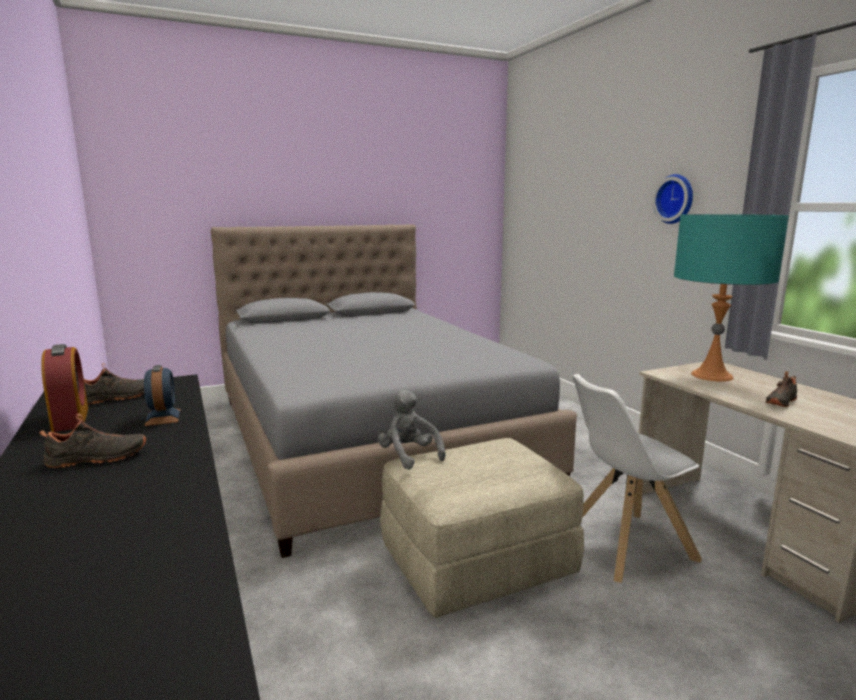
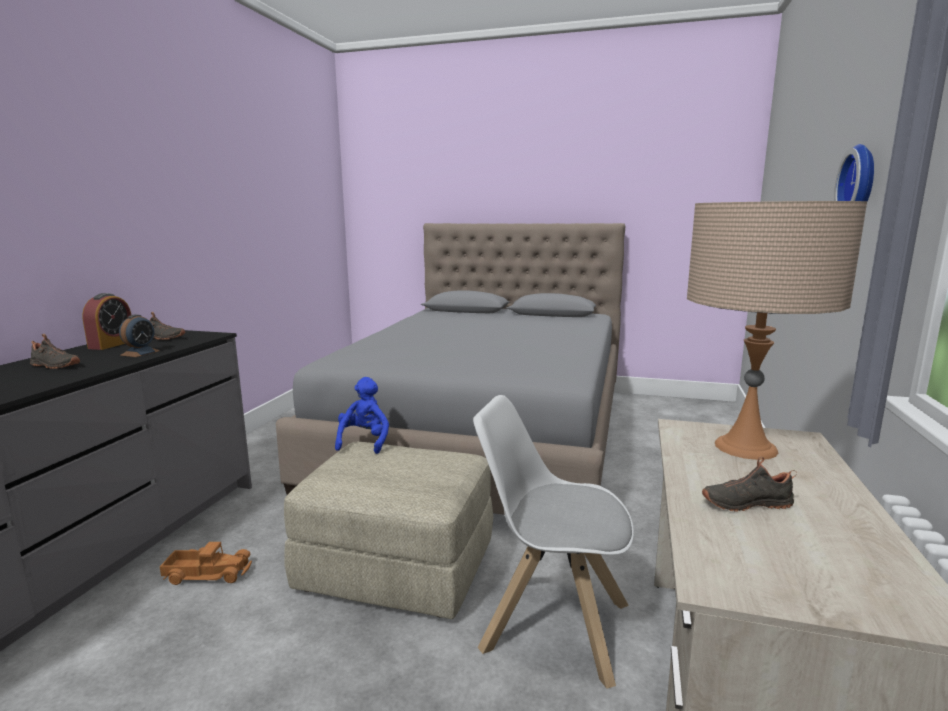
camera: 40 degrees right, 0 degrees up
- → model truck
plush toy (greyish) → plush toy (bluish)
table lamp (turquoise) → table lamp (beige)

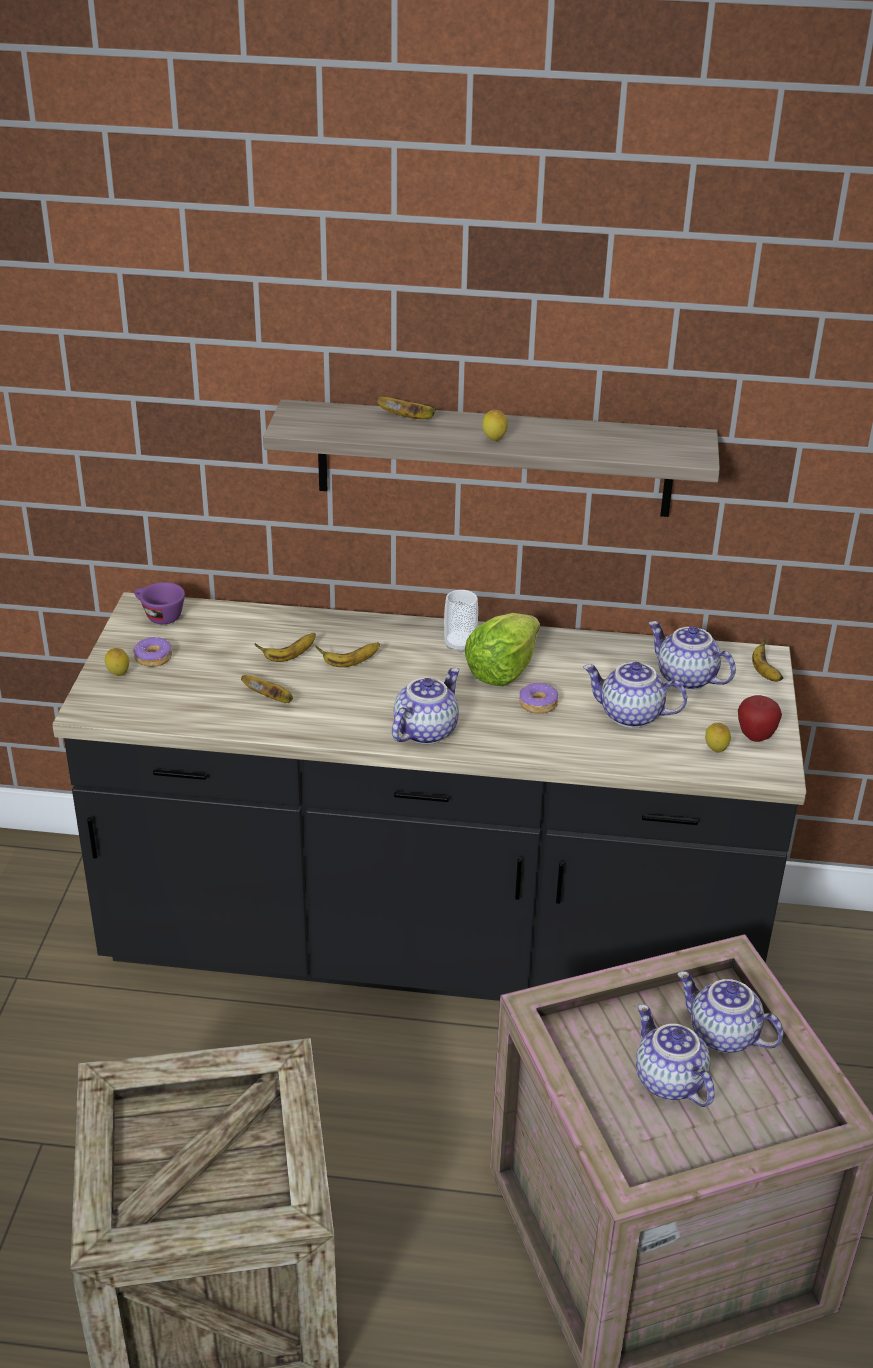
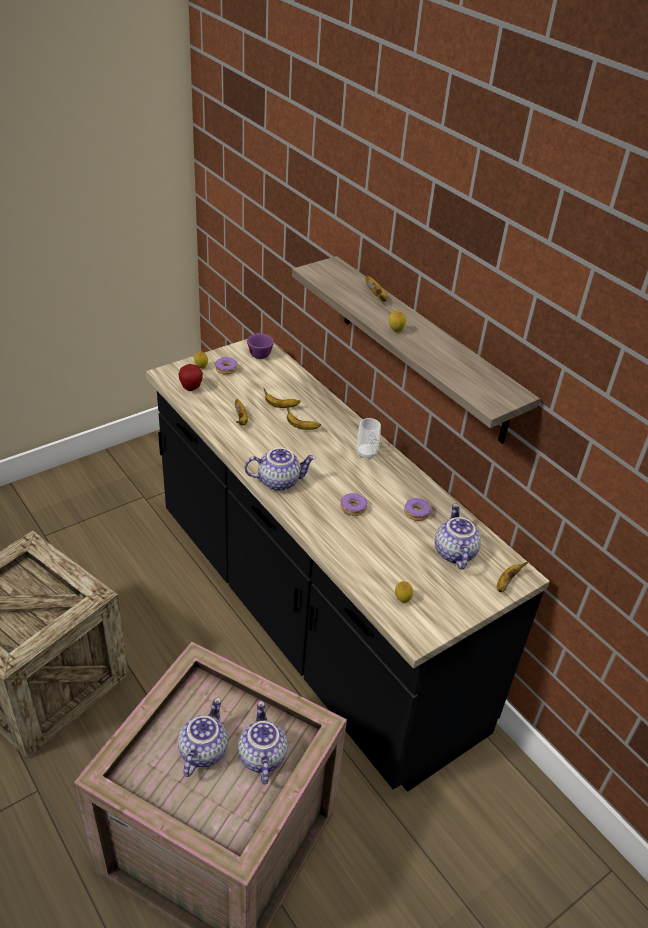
camera: 45 degrees right, 5 degrees up
apple, relocated
- → doughnut (no. 3 from left)
head of lettuce → -
teapot (no. 2 from left) → -

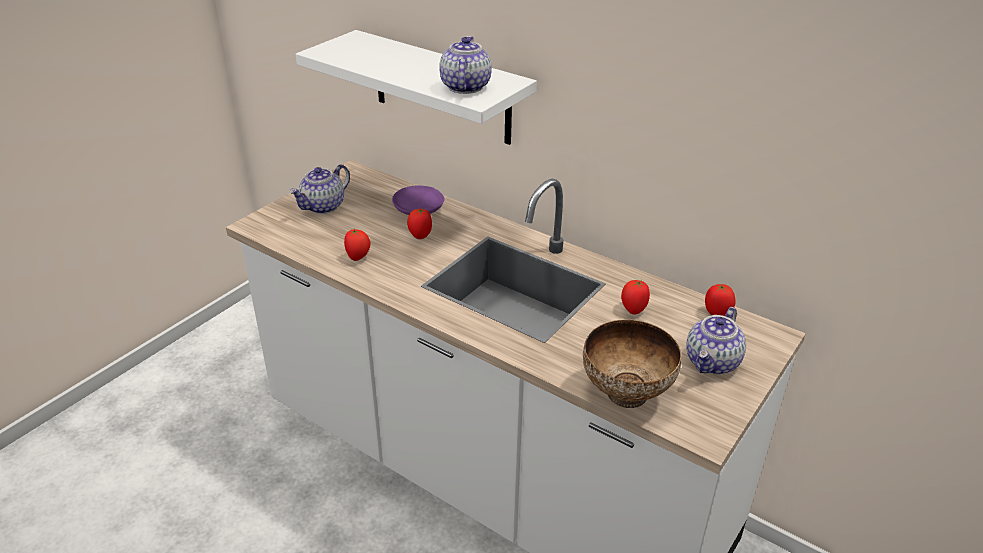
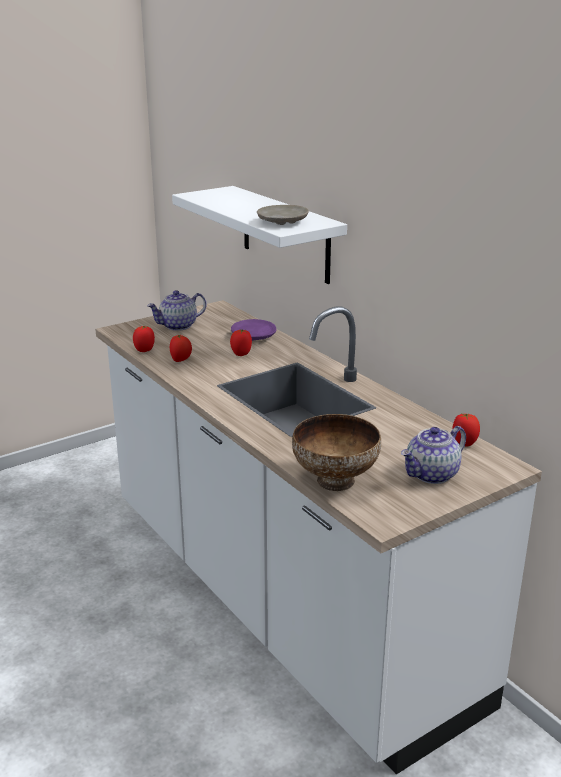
camera: 20 degrees right, 10 degrees down
whole tomato (no. 3 from left in the first image) → whole tomato (no. 1 from left), relocated
teapot (no. 2 from left) → flat dish (beige)

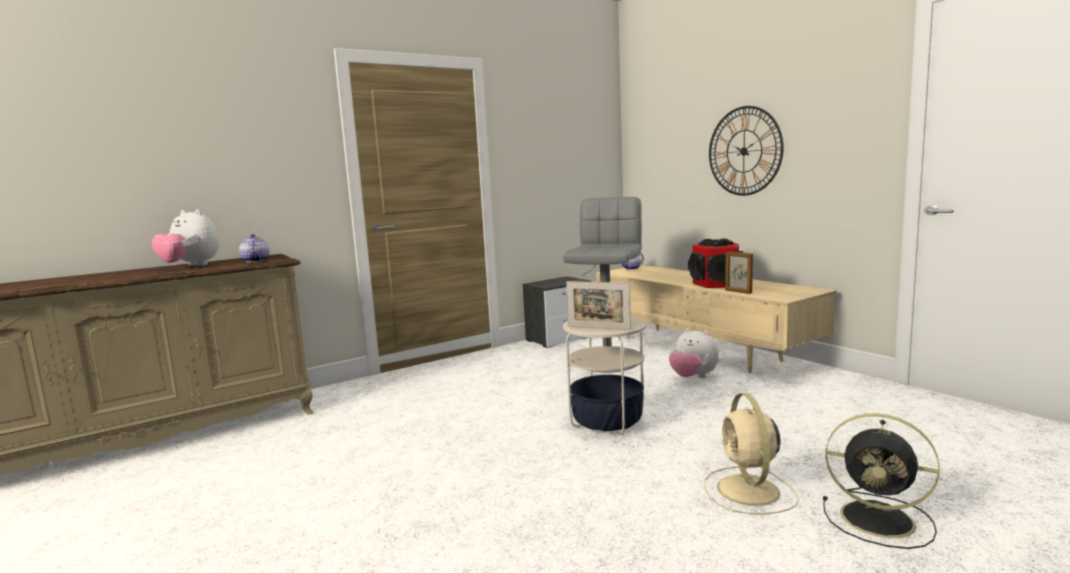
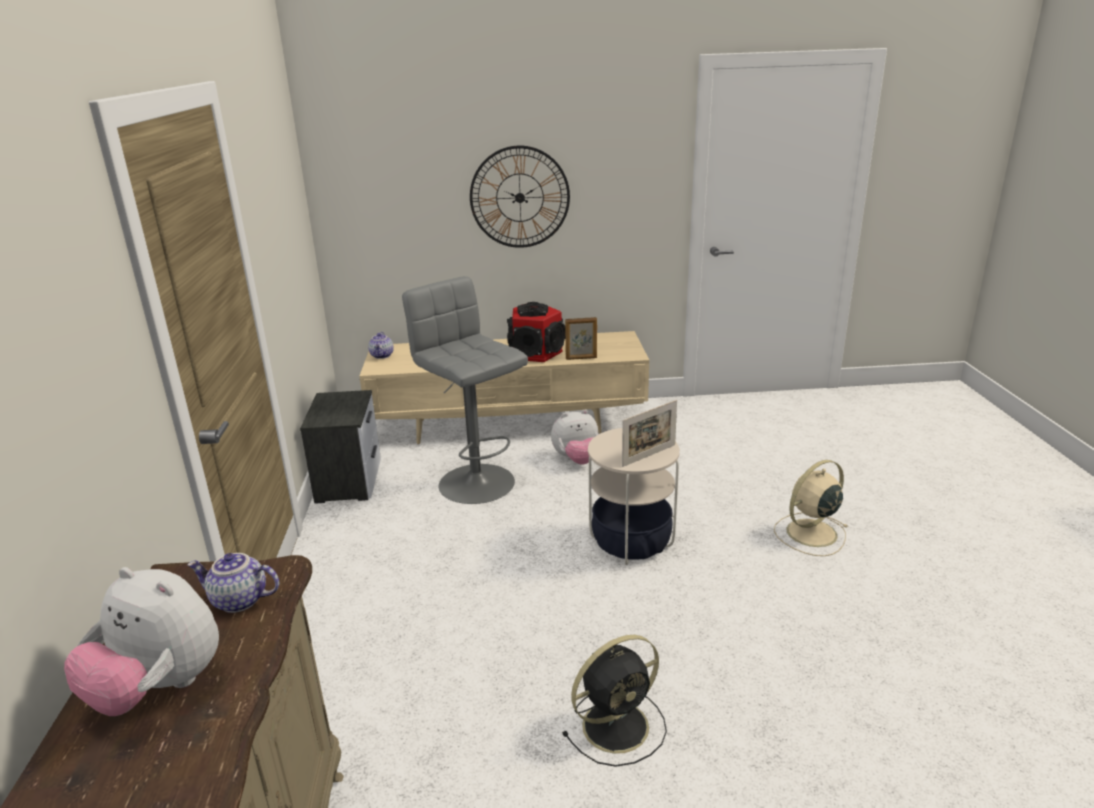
camera: 60 degrees left, 15 degrees up
plush toy (no. 1 from left), 60 degrees clockwise
electric fan (black-coloured), relocated
electric fan (beige), 120 degrees clockwise

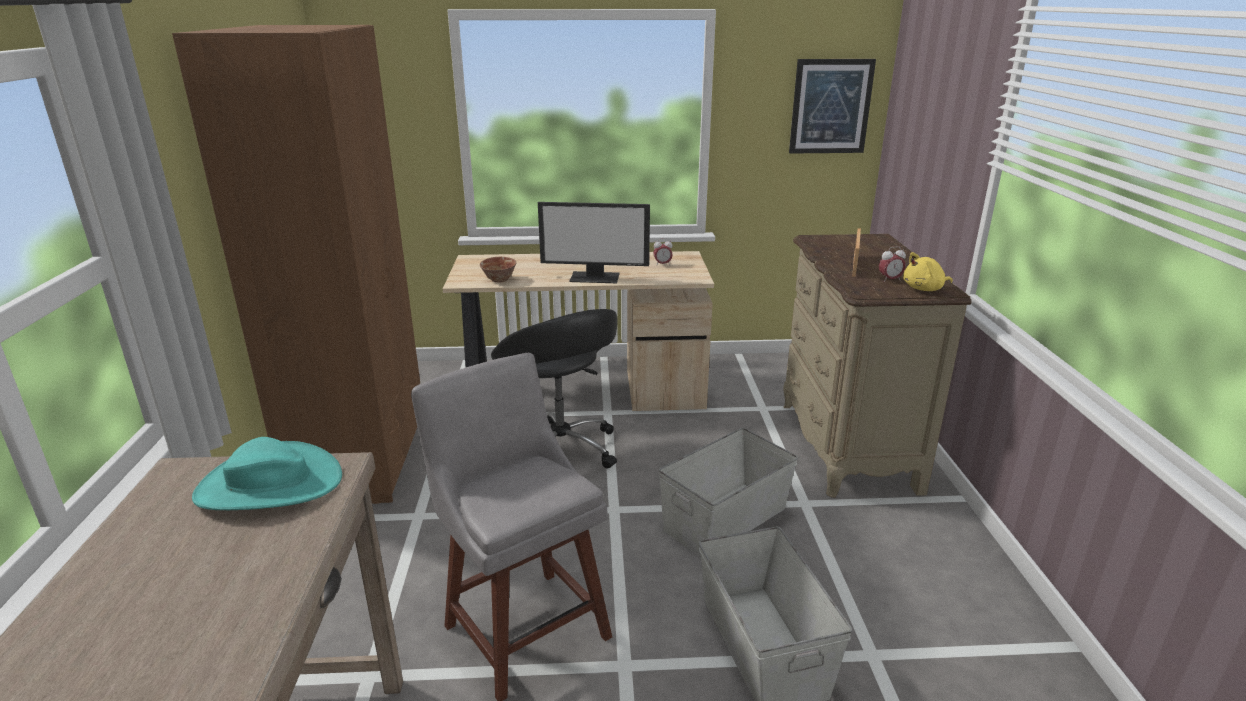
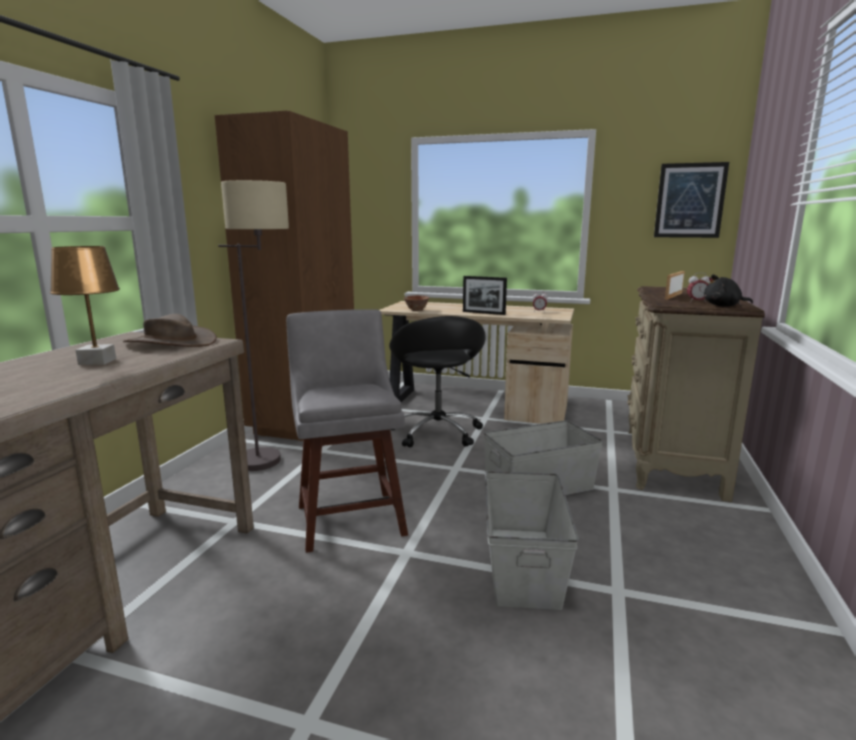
camera: 20 degrees right, 10 degrees down
- → table lamp (brownish)
wearable hat (turquoise) → wearable hat (brownish)
- → standard lamp (beige)
computer screen → picture frame (no. 1 from left)
plush toy (yellow-coloured) → plush toy (black-coloured)

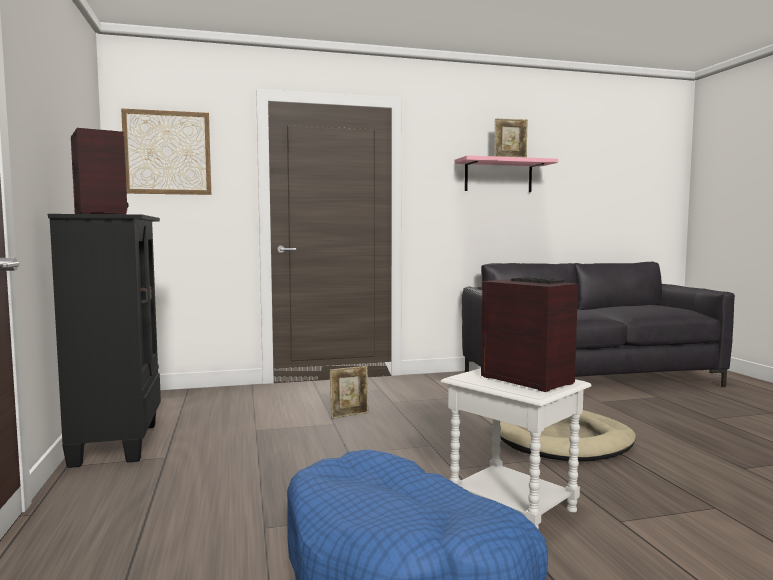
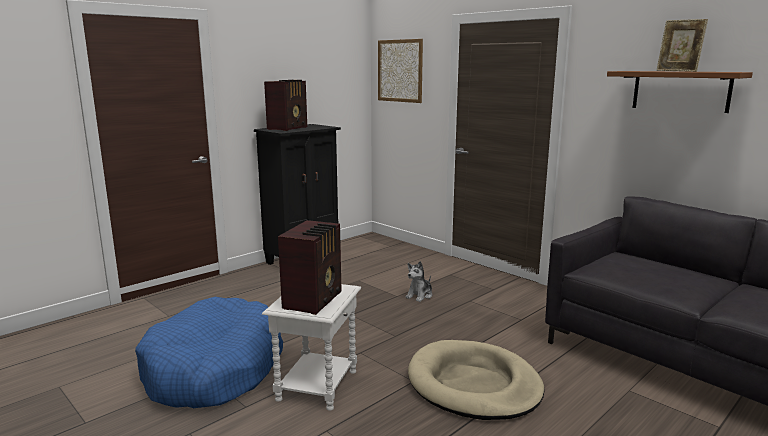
camera: 60 degrees right, 10 degrees up
picture frame (no. 1 from left) → plush toy
wall shelf (pink) → wall shelf (brownish)

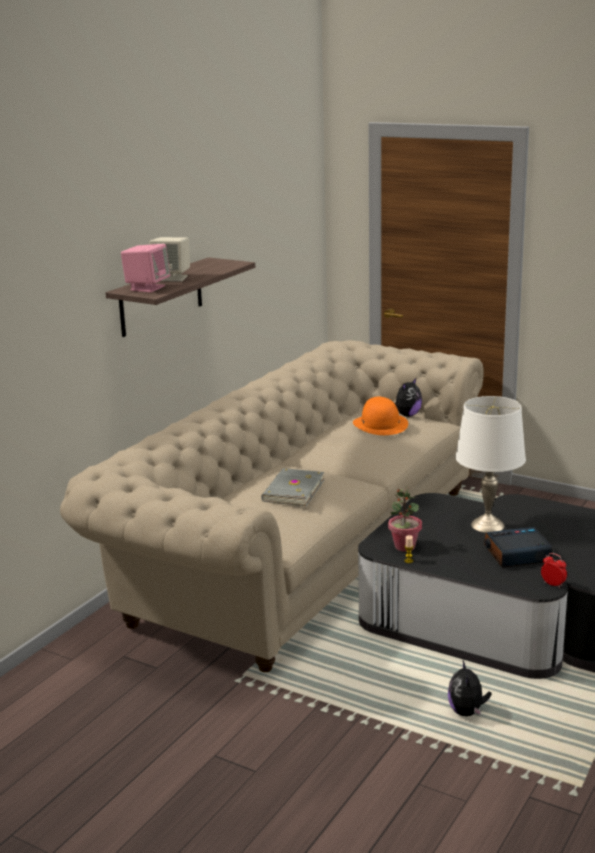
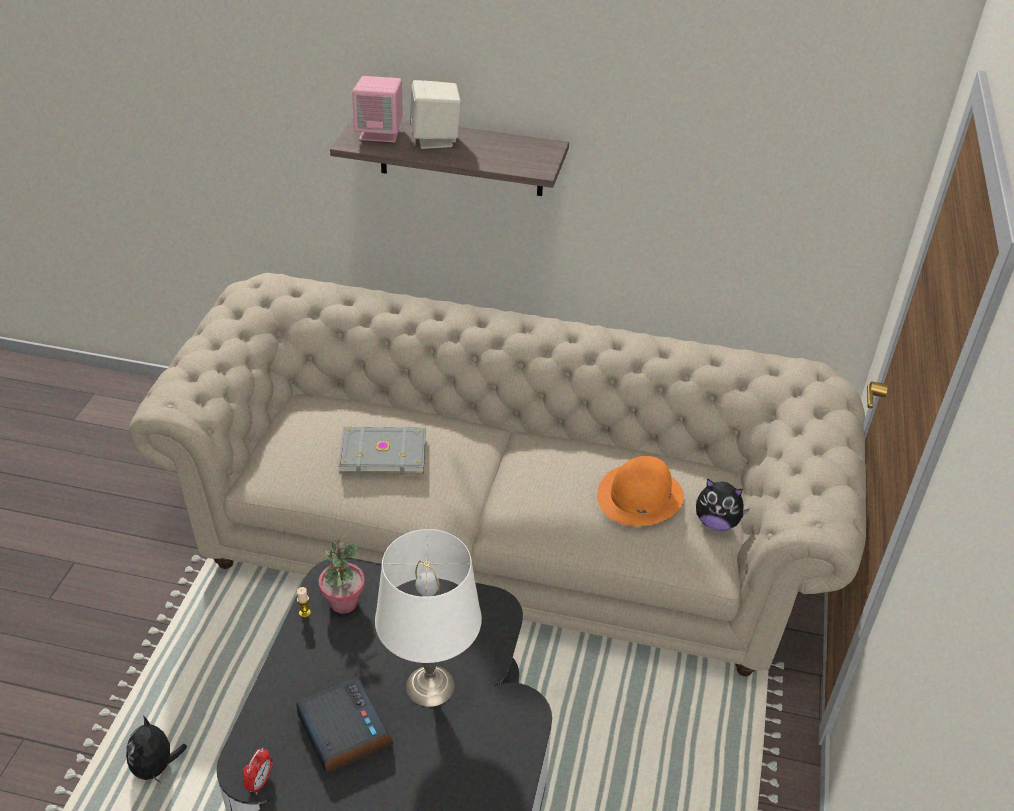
camera: 70 degrees right, 20 degrees up
plush toy (no. 2 from left in the first image) → plush toy (no. 1 from left), 75 degrees counterclockwise

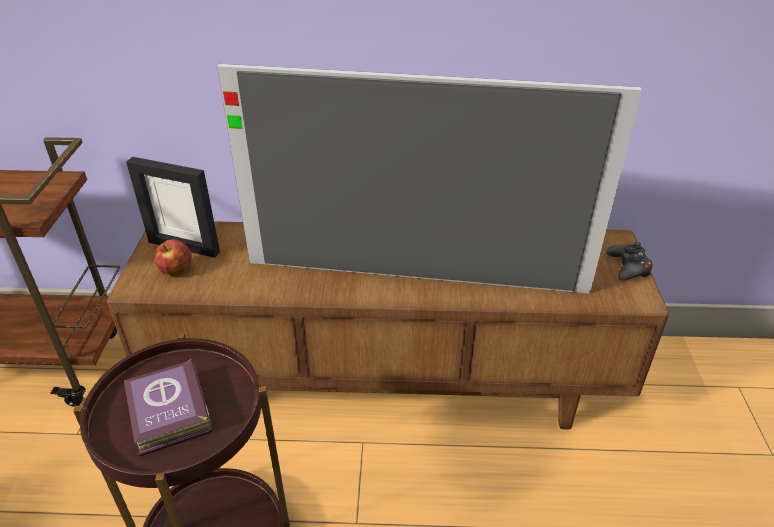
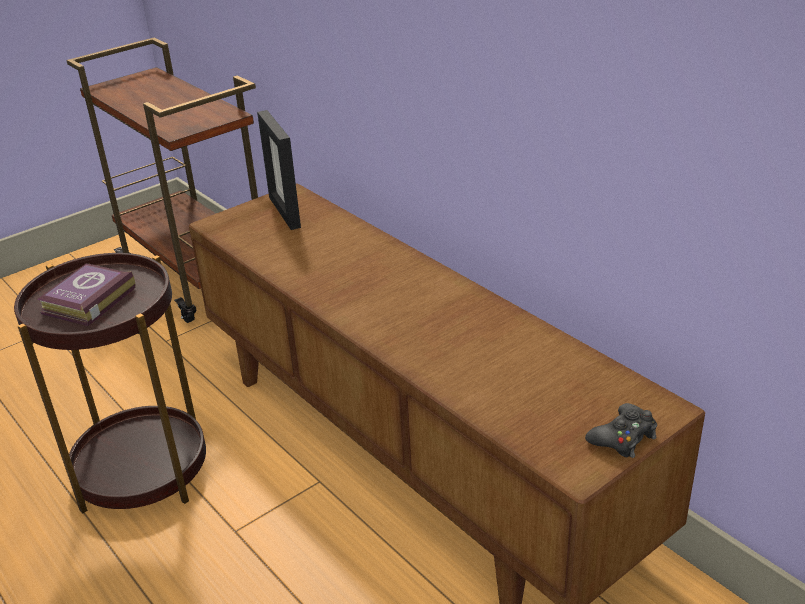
camera: 50 degrees right, 5 degrees down
apple → -
television → -

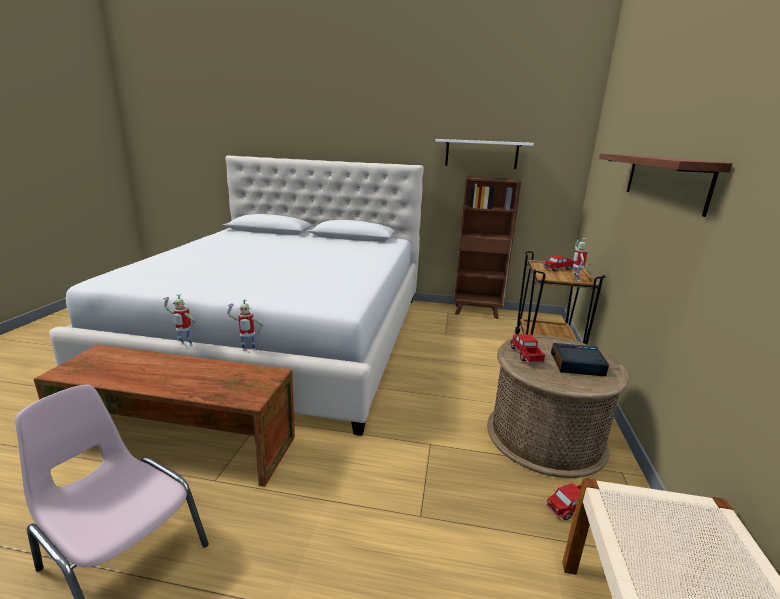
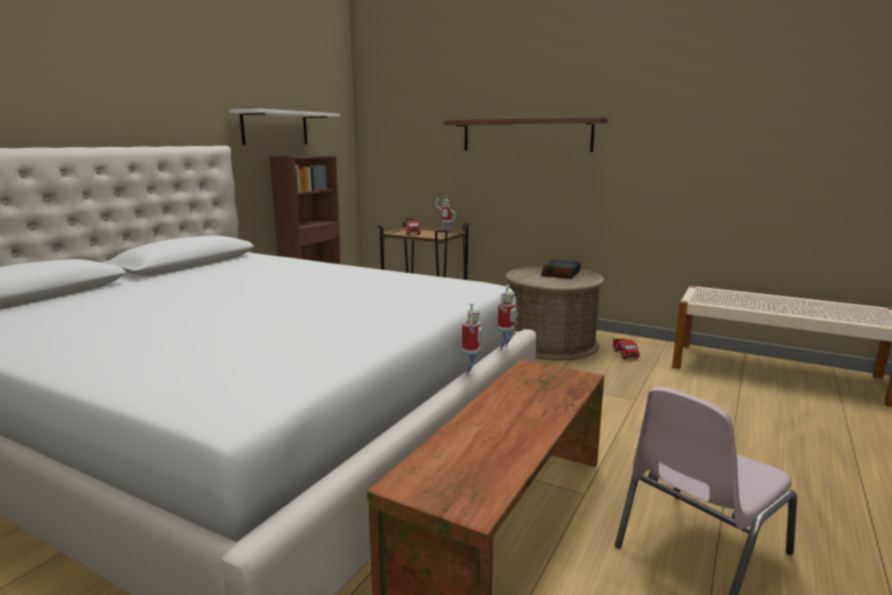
camera: 70 degrees left, 5 degrees down
toy robot (no. 1 from left in the first image) → toy robot (no. 3 from left), relocated
model truck (no. 1 from left) → -

